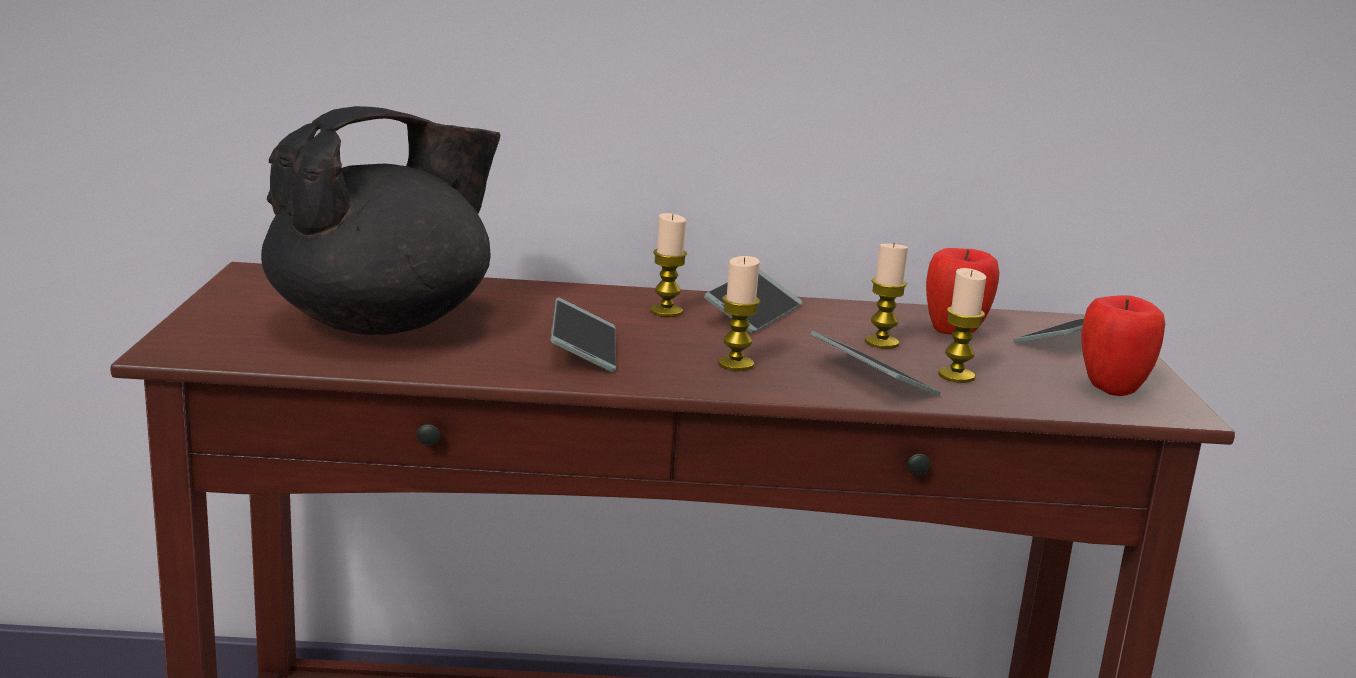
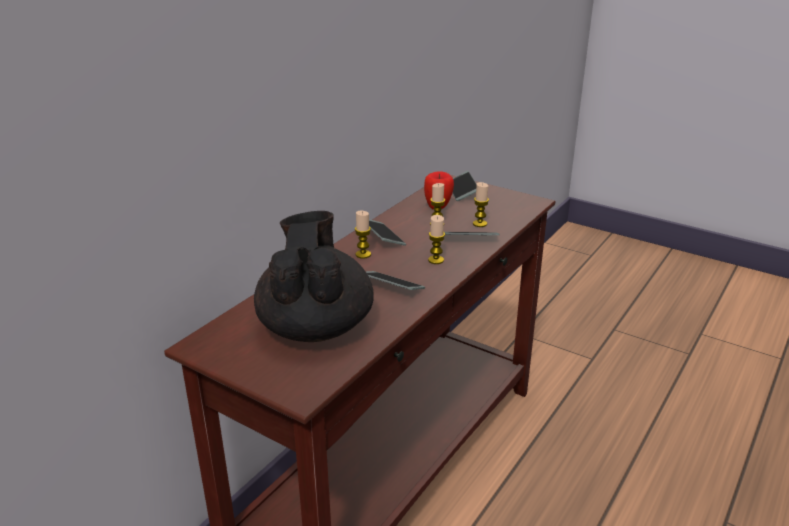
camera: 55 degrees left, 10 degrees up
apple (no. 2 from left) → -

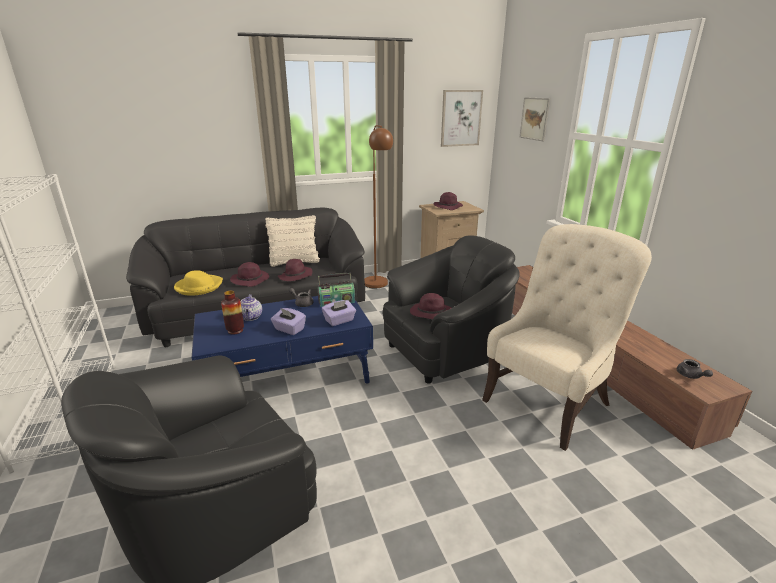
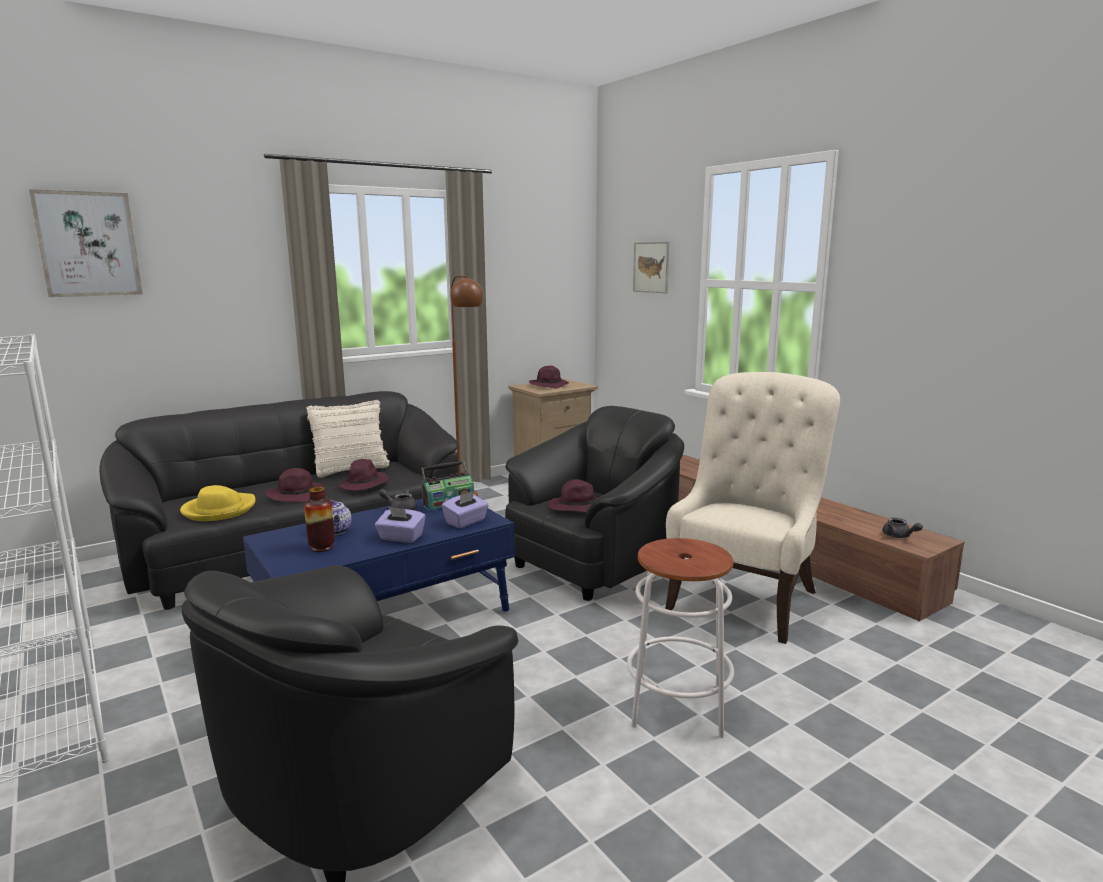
camera: 15 degrees left, 10 degrees down
wall art (no. 1 from left), relocated
- → stool (white)

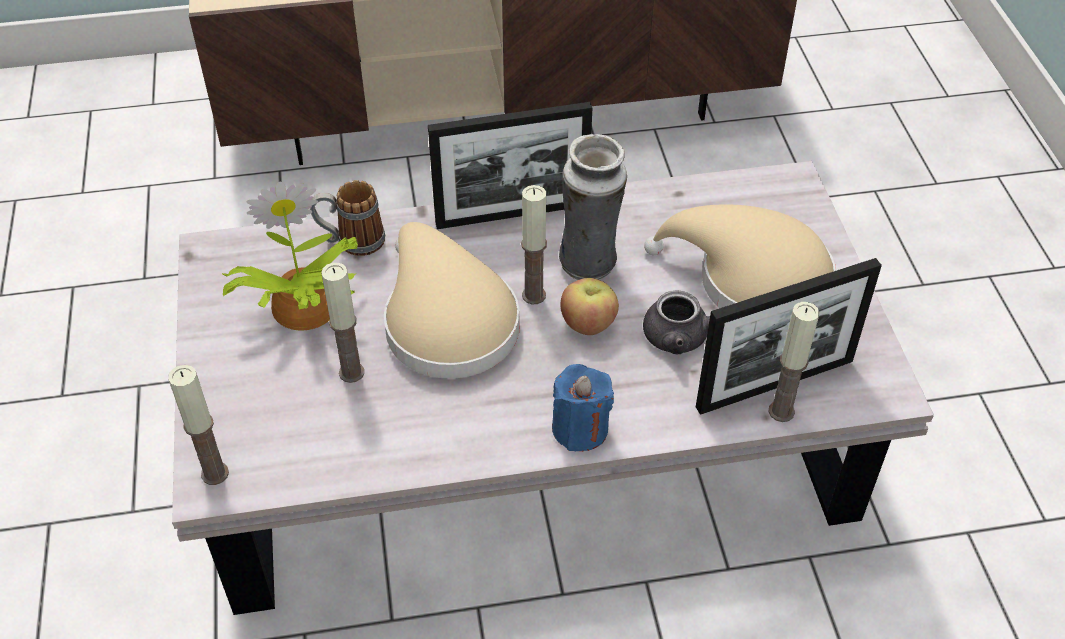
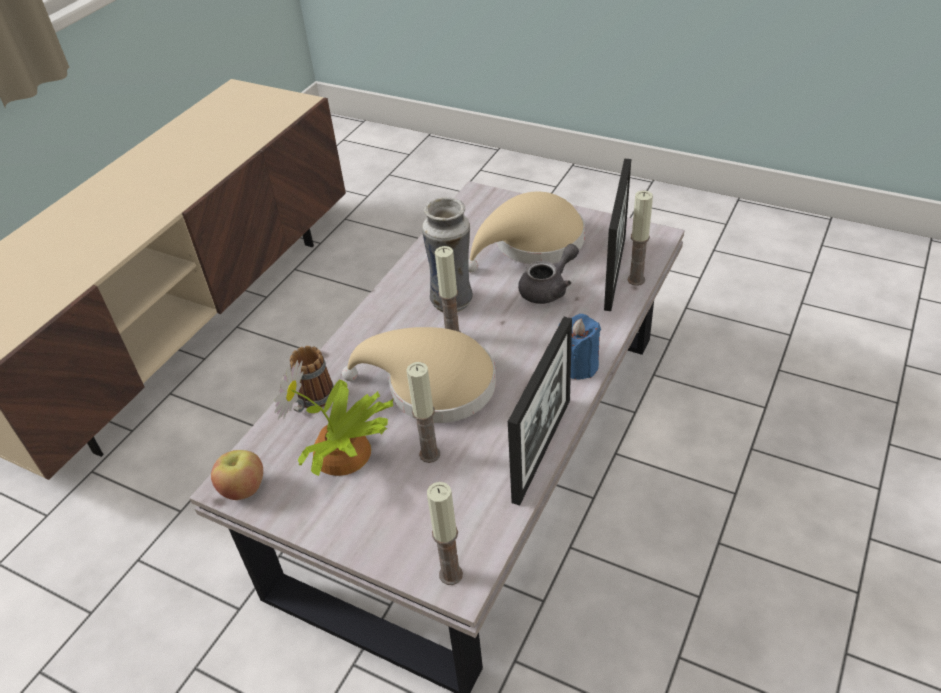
camera: 50 degrees left, 5 degrees down
apple, relocated
picture frame (no. 1 from left), relocated

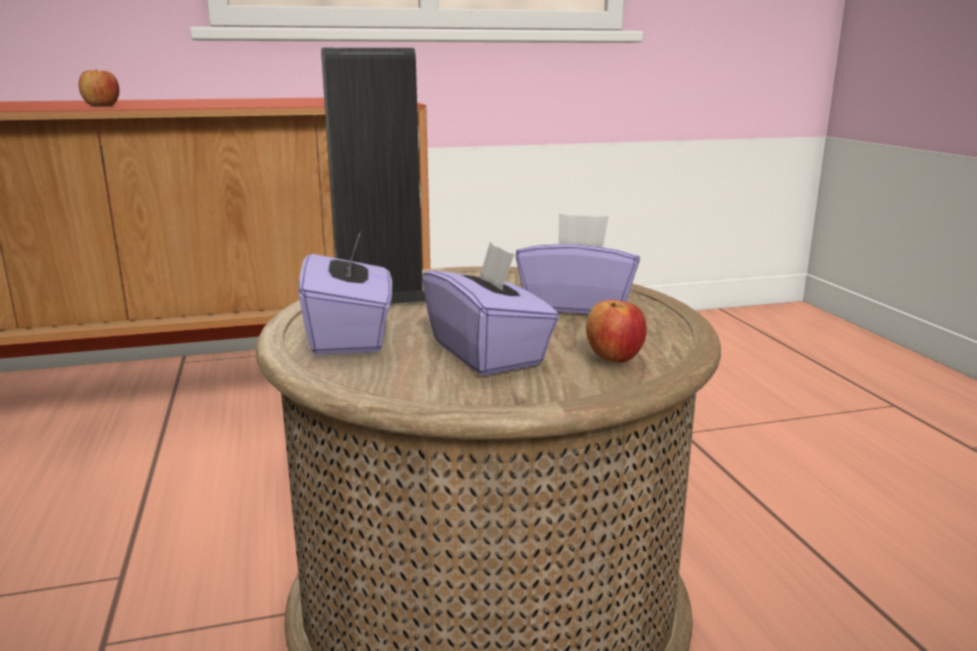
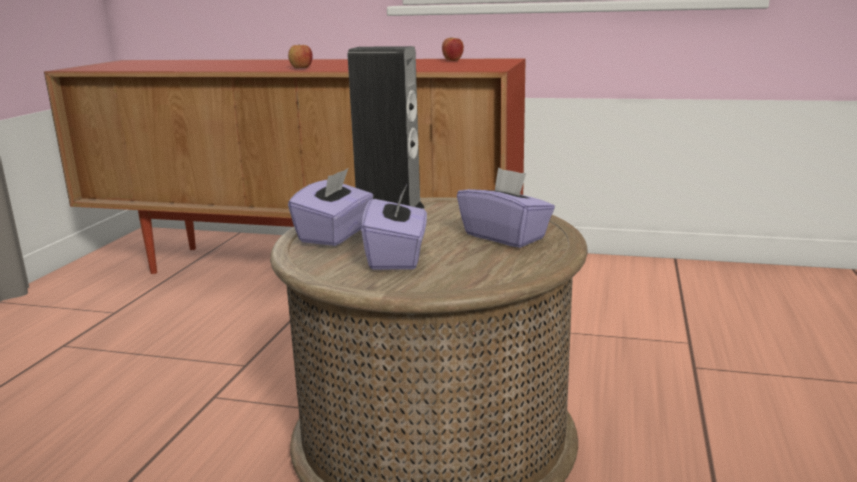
camera: 30 degrees right, 0 degrees up
apple (no. 2 from left), relocated

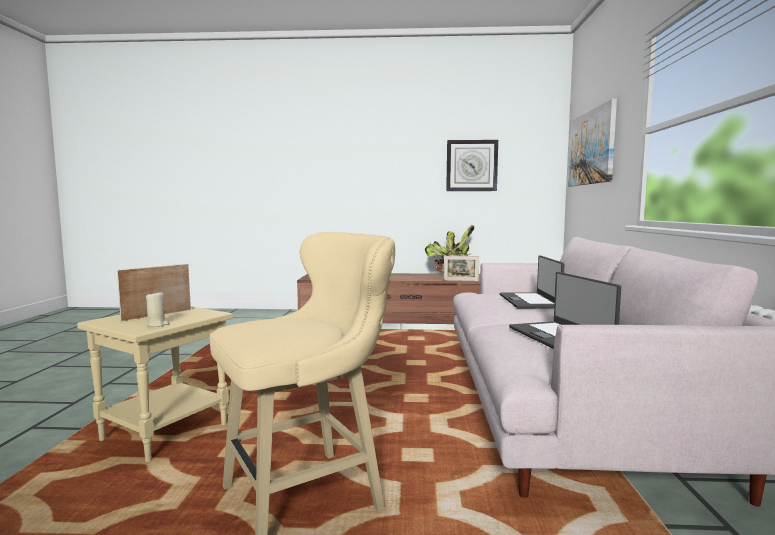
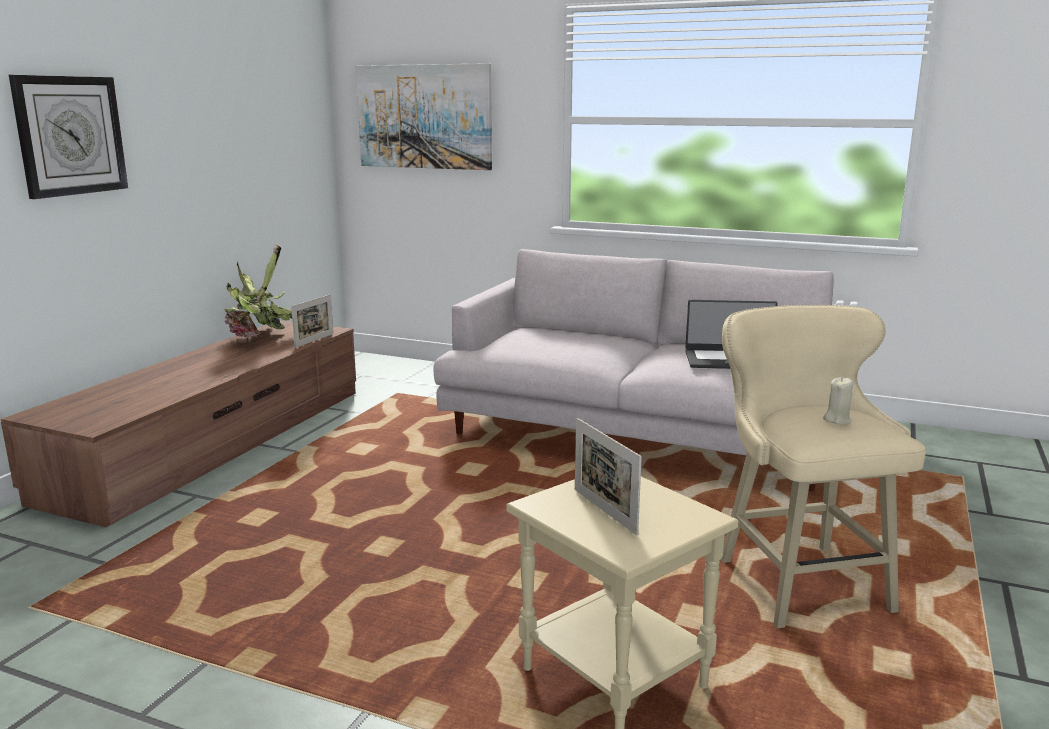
camera: 70 degrees left, 10 degrees up
clock on the wall, relocated
wax candle (beige), relocated
laptop (no. 1 from left) → -

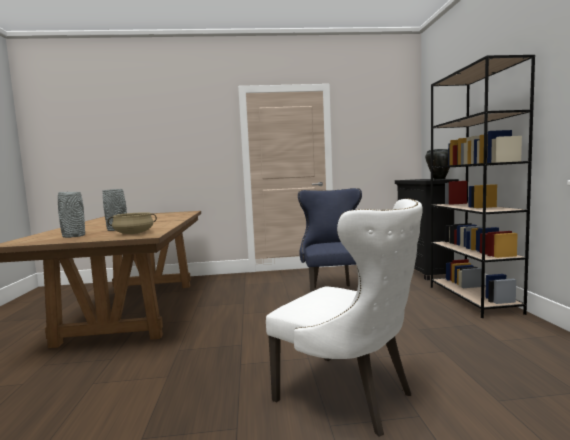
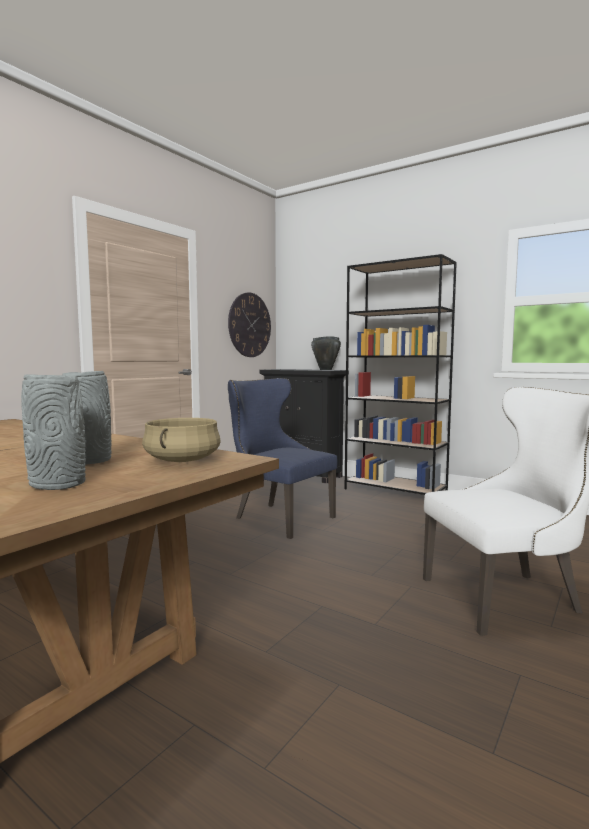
camera: 50 degrees left, 0 degrees up
- → clock on the wall

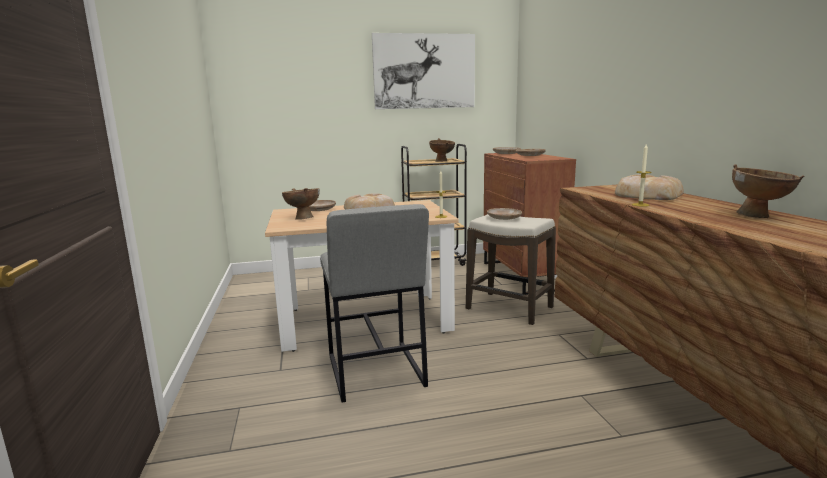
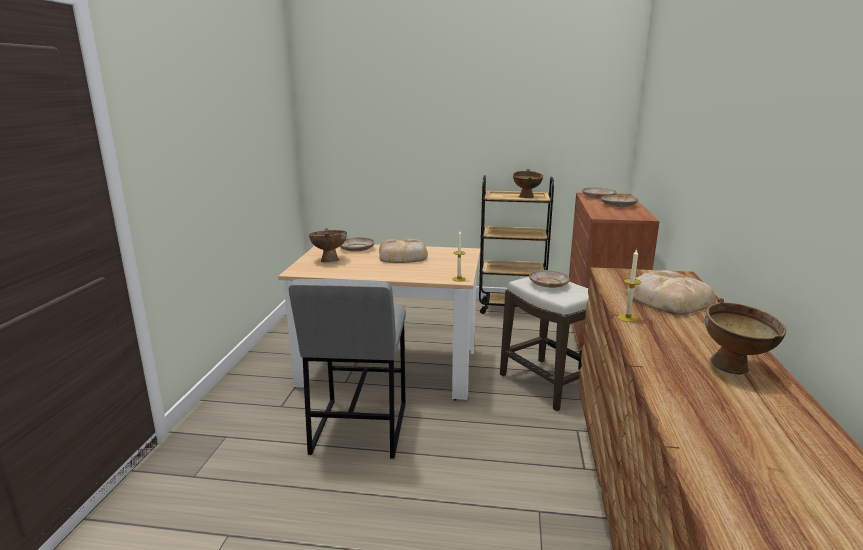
camera: 20 degrees right, 5 degrees up
wall art → -

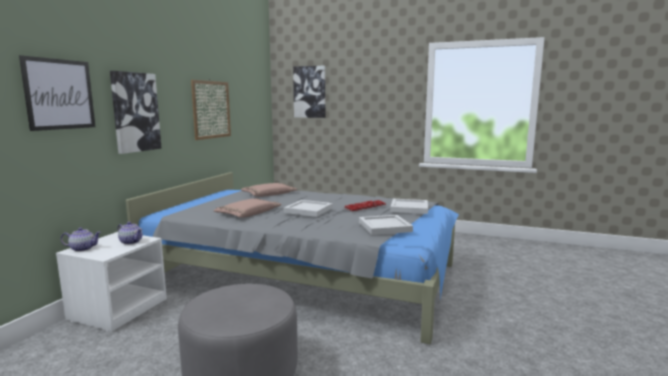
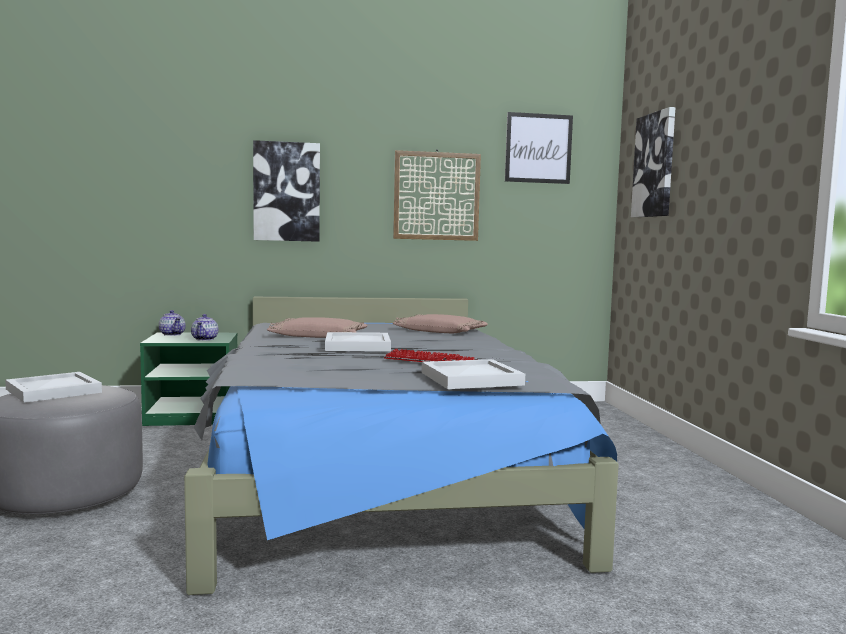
camera: 60 degrees right, 5 degrees down
carrying tray (white) (no. 2 from left in the first image) → carrying tray (white) (no. 1 from left), relocated
nightstand (white) → nightstand (green)
wall art (no. 1 from left in the first image) → wall art (no. 3 from left), relocated

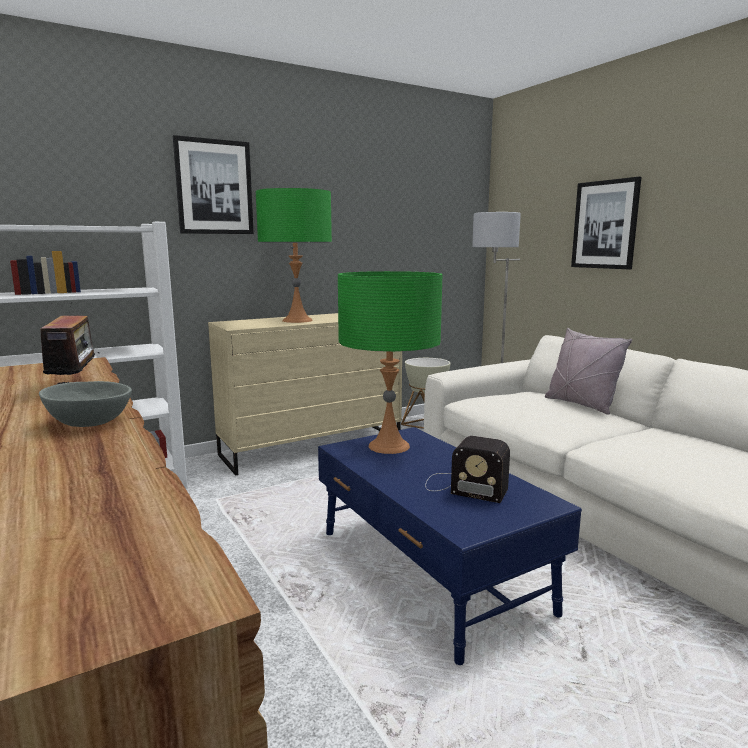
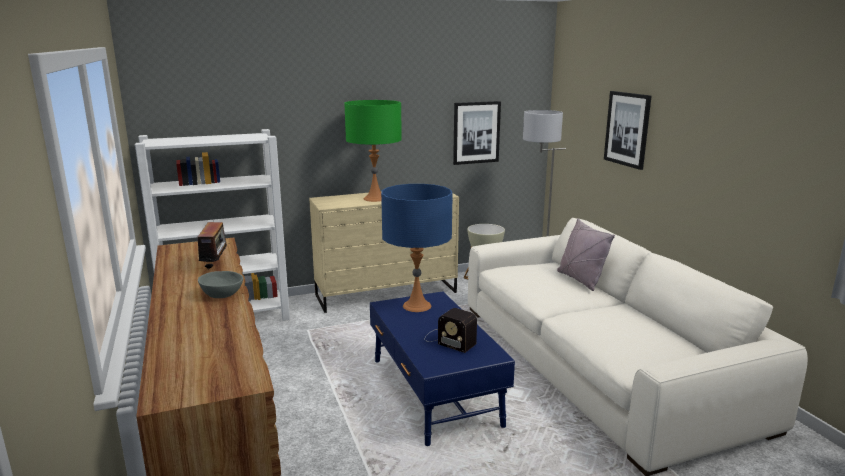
camera: 10 degrees right, 5 degrees up
table lamp (green) (no. 2 from left) → table lamp (bluish)
wall art (no. 1 from left), relocated

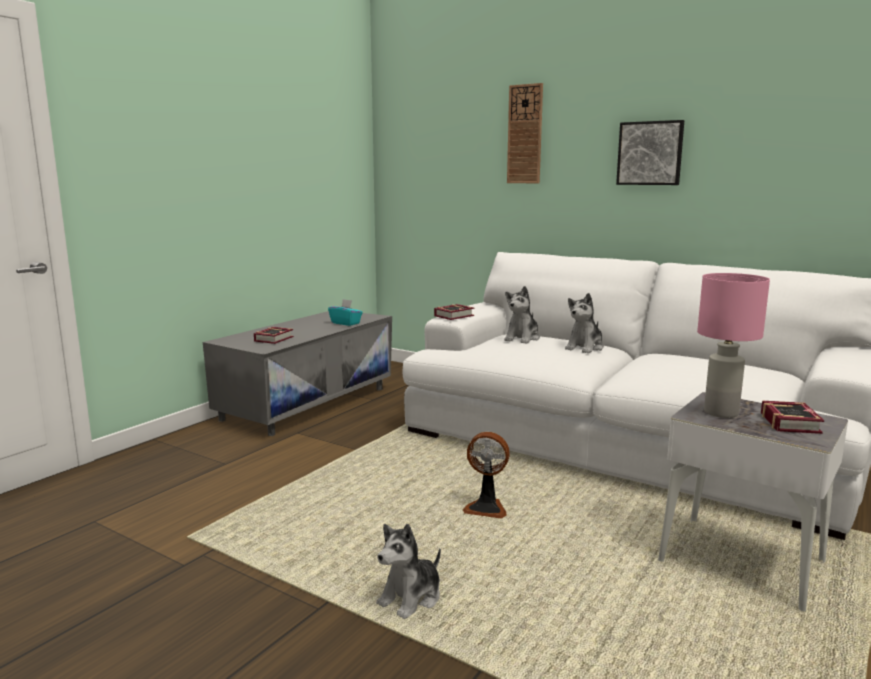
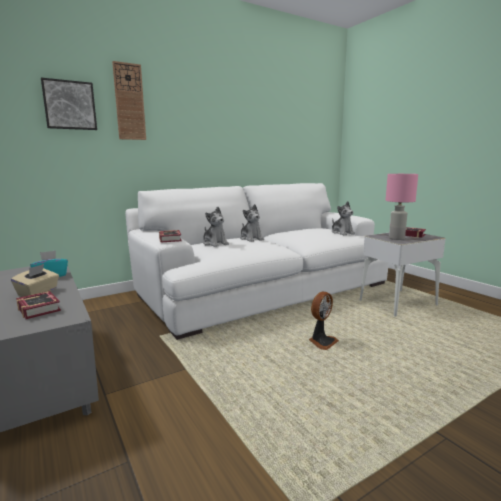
camera: 65 degrees left, 0 degrees up
- → tissue box (beige)
wall art, relocated
plush toy (no. 1 from left in the first image) → plush toy (no. 3 from left), relocated

